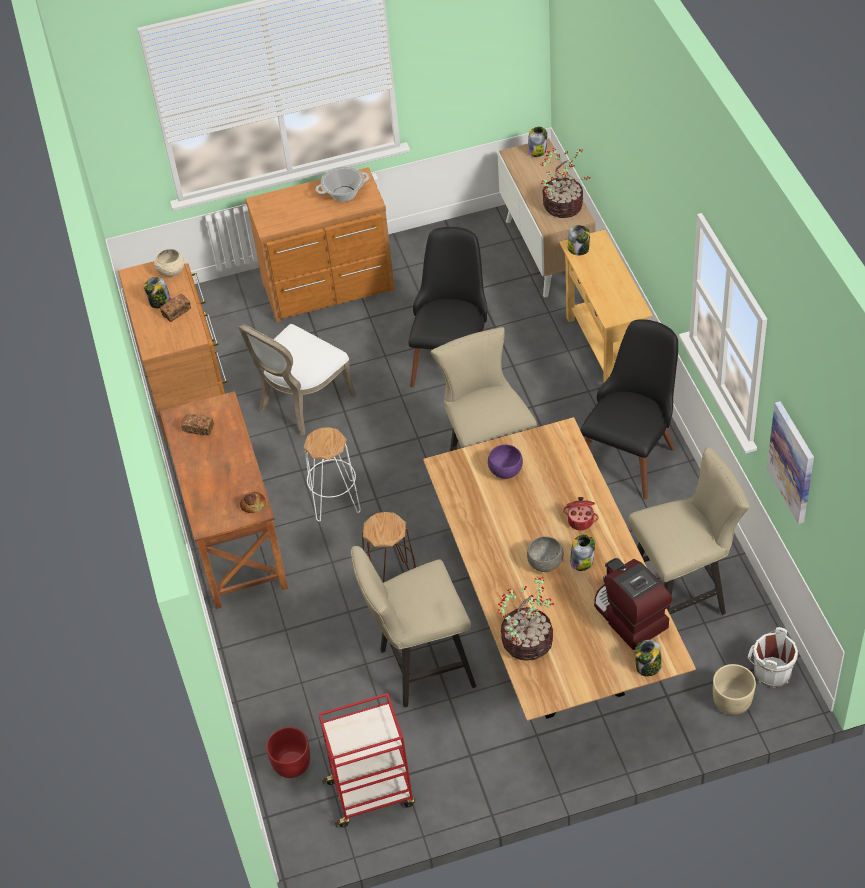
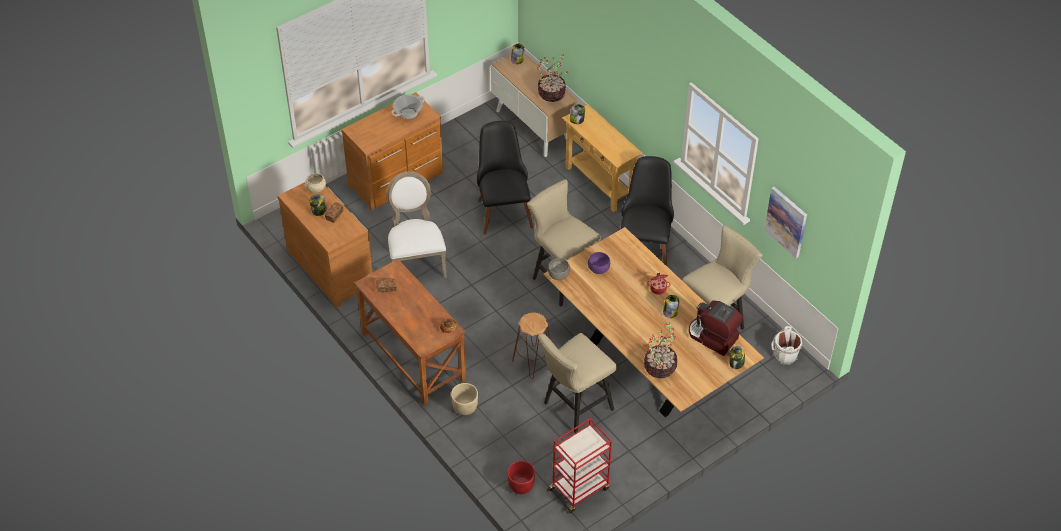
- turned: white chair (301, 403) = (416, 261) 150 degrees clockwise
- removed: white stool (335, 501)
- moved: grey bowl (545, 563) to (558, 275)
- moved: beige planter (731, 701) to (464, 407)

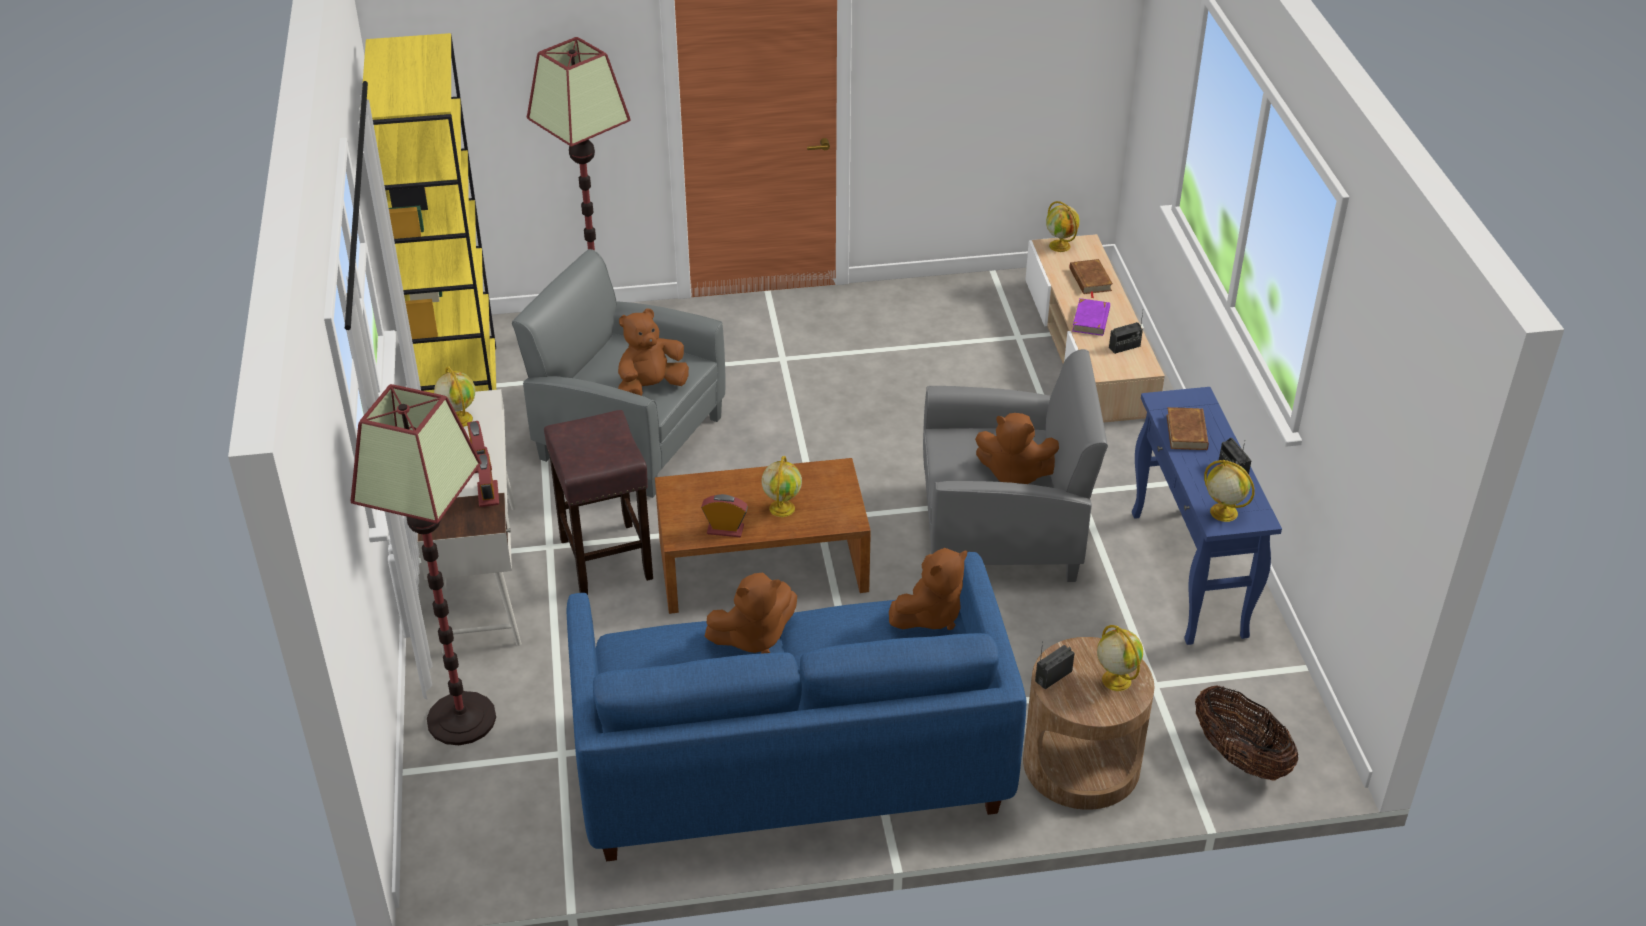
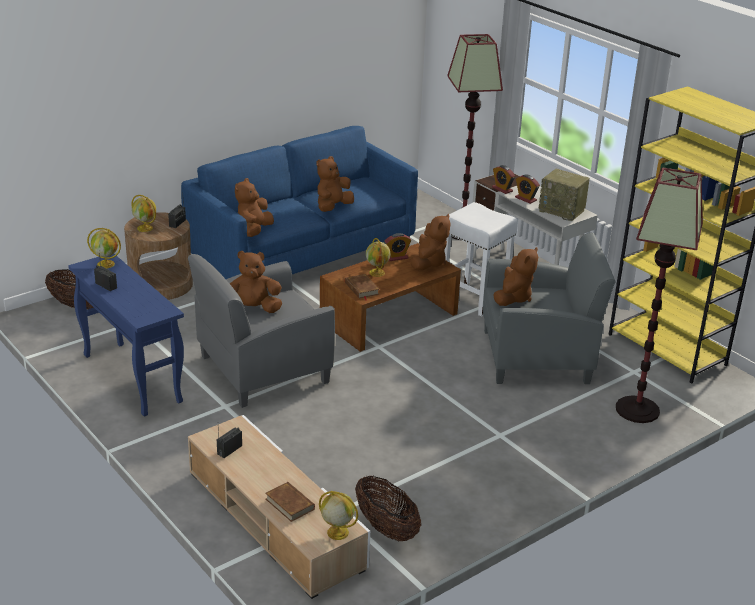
- removed: purple book (1091, 320)
- replaced: globe (459, 419) to radio (562, 211)
- moved: brown book (1187, 432) to (361, 289)
- recoloured: brown stool (607, 560) to white stool (472, 298)
- added: brown plush toy (428, 263)
- added: basket (386, 528)

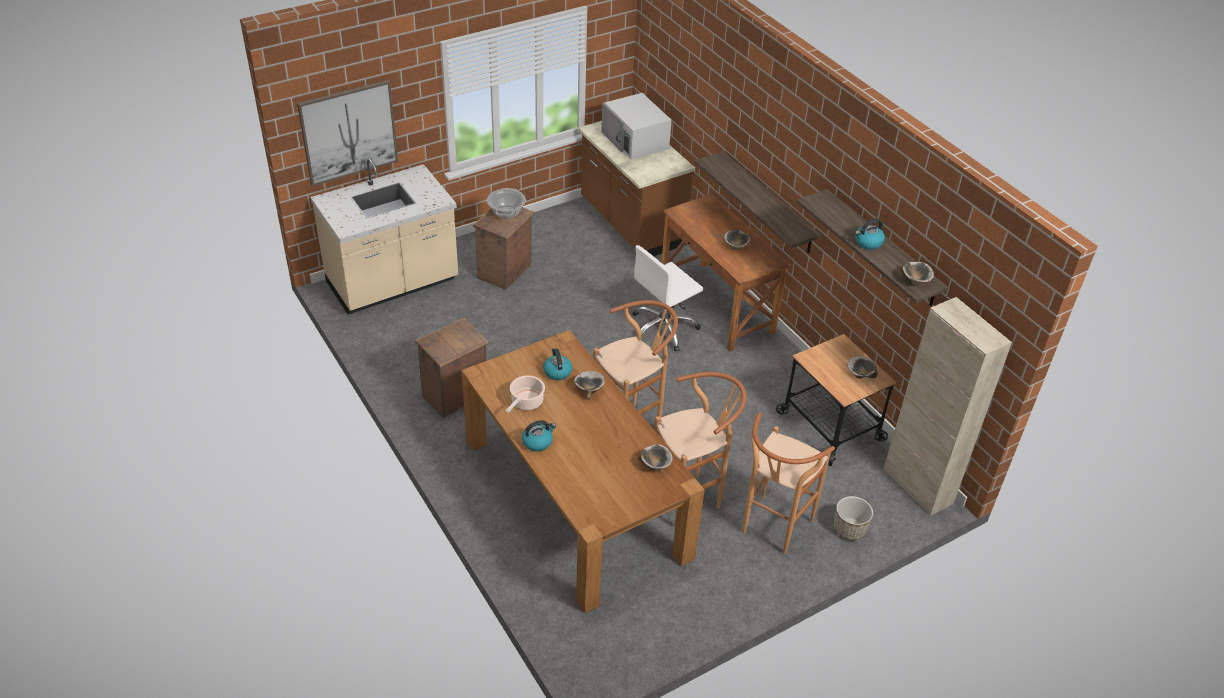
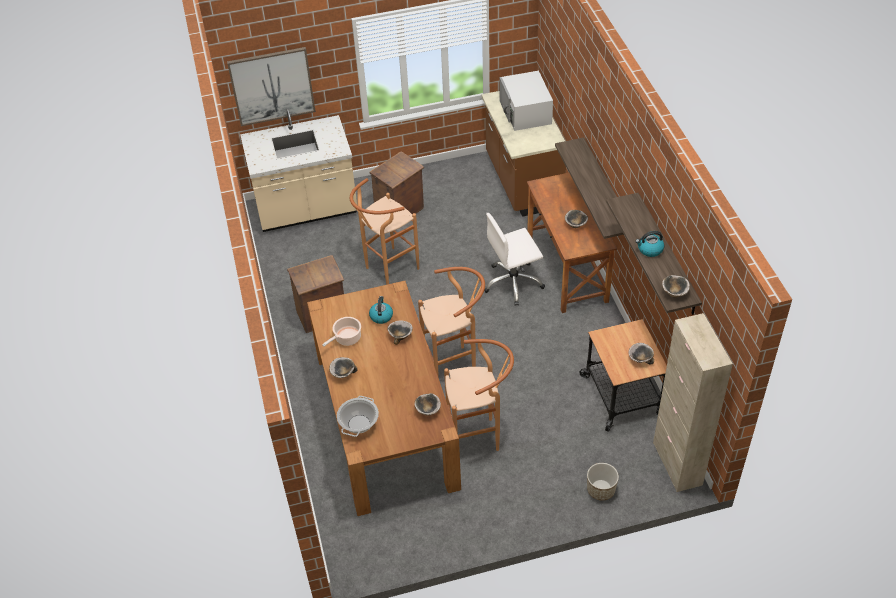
- moved: cooking pot (506, 212) to (359, 424)
- moved: brown stool (772, 530) to (387, 270)
- replaced: kettle (537, 442) to bowl (343, 373)

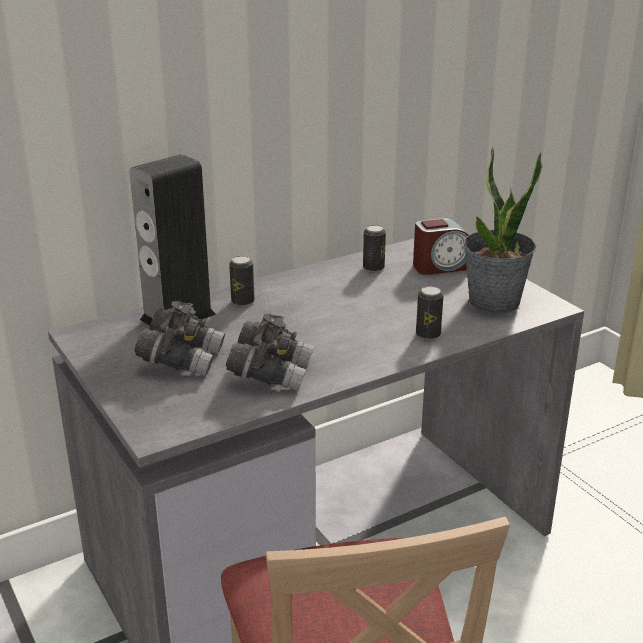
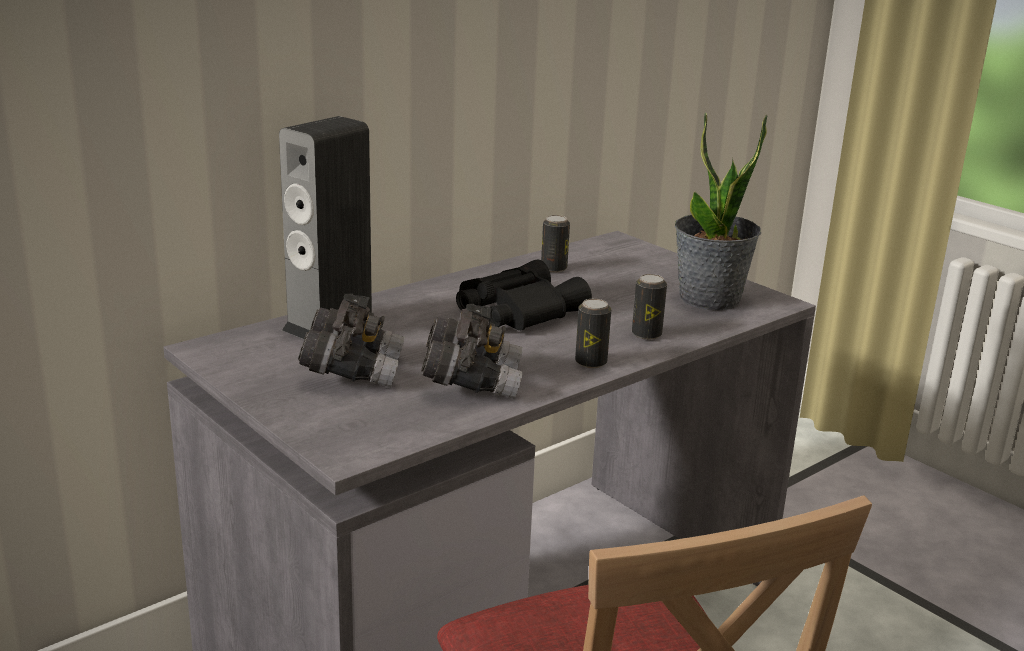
- removed: alarm clock (441, 267)
- moved: can (242, 301) to (591, 362)
- added: black binoculars (516, 310)

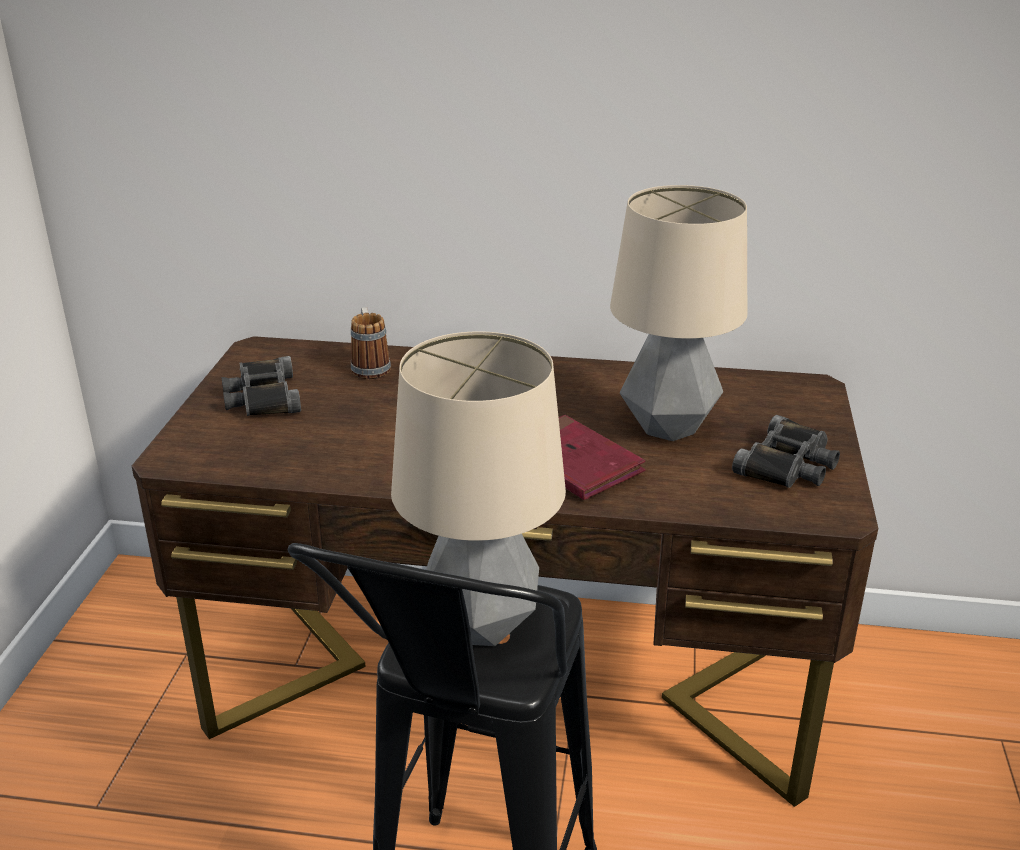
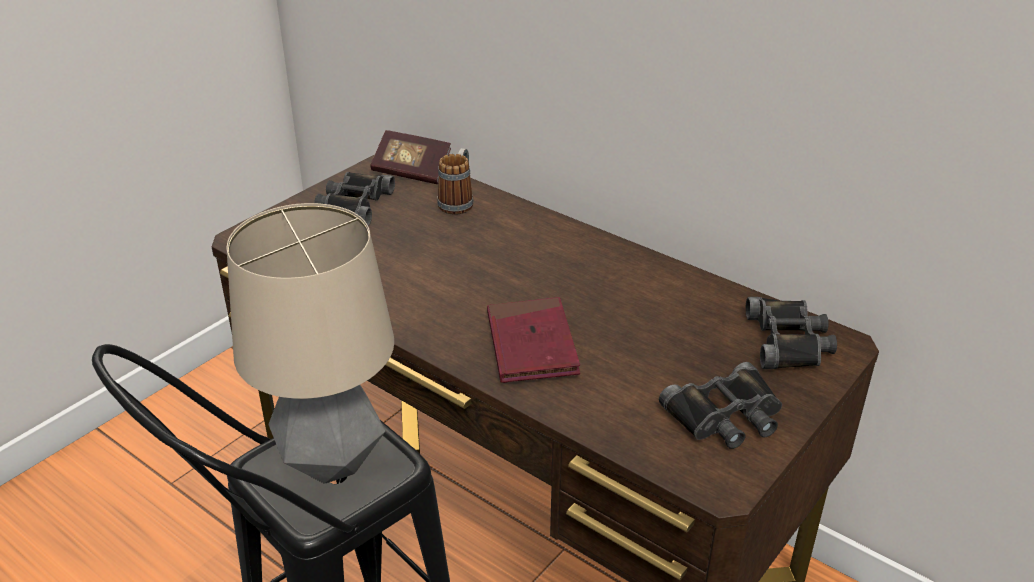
- removed: table lamp (668, 428)
- added: book (412, 171)
- added: black binoculars (789, 341)

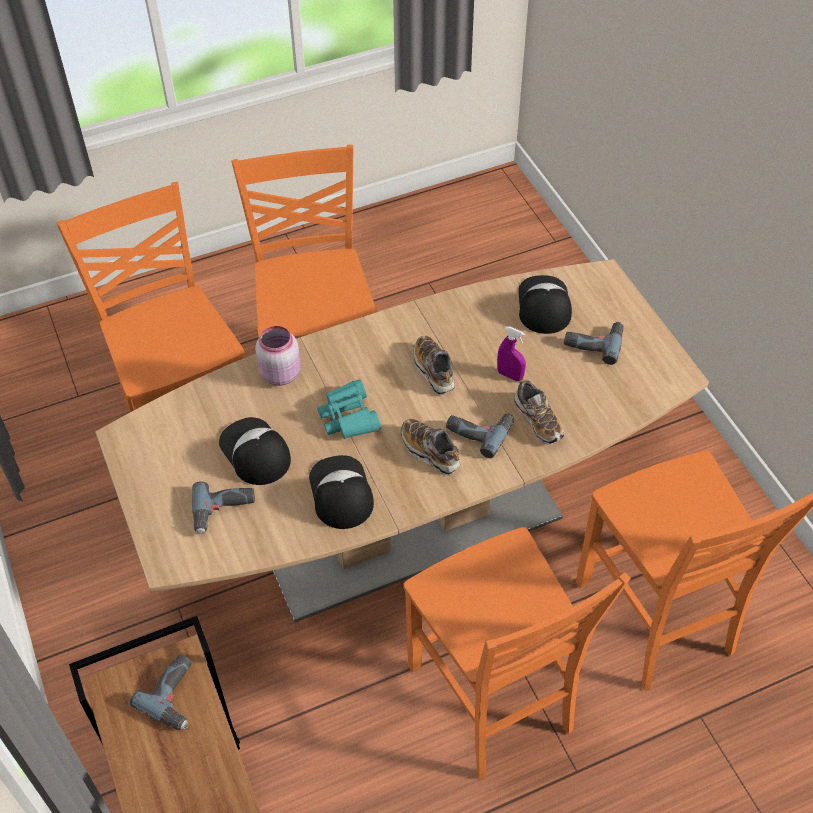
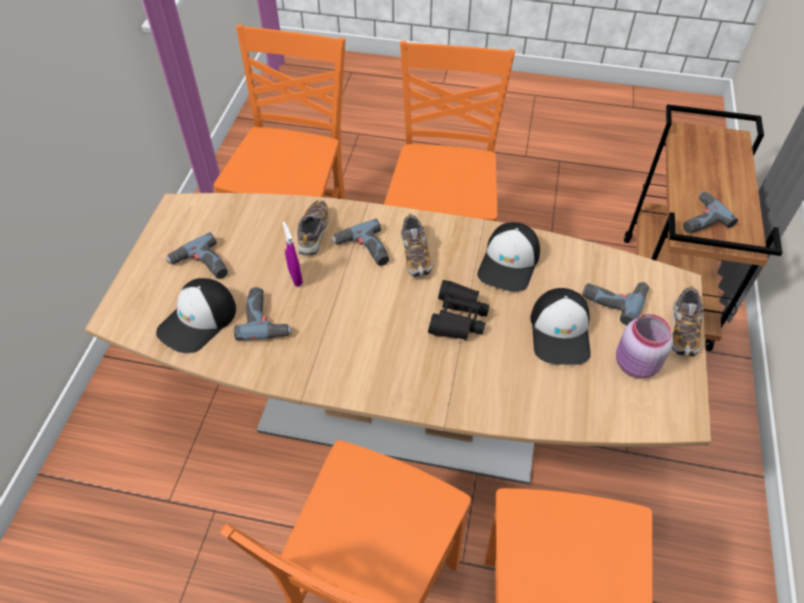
- moved: pink jar (280, 373) to (635, 365)
- moved: shoe (433, 371) to (683, 331)
- recoloured: turquoise binoculars (349, 417) to black binoculars (458, 318)
- added: power drill (266, 318)

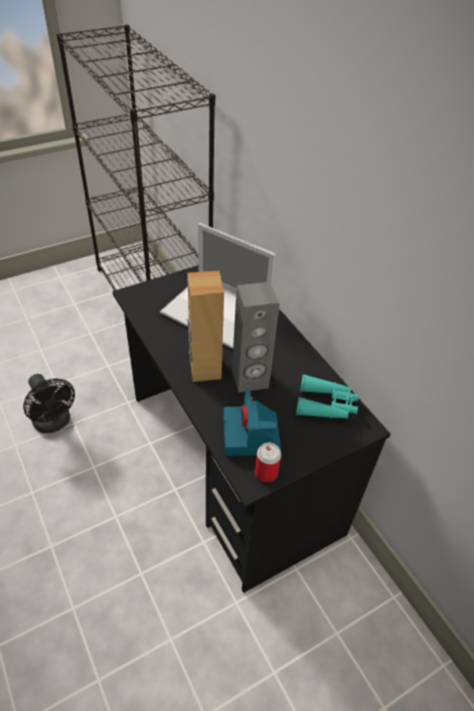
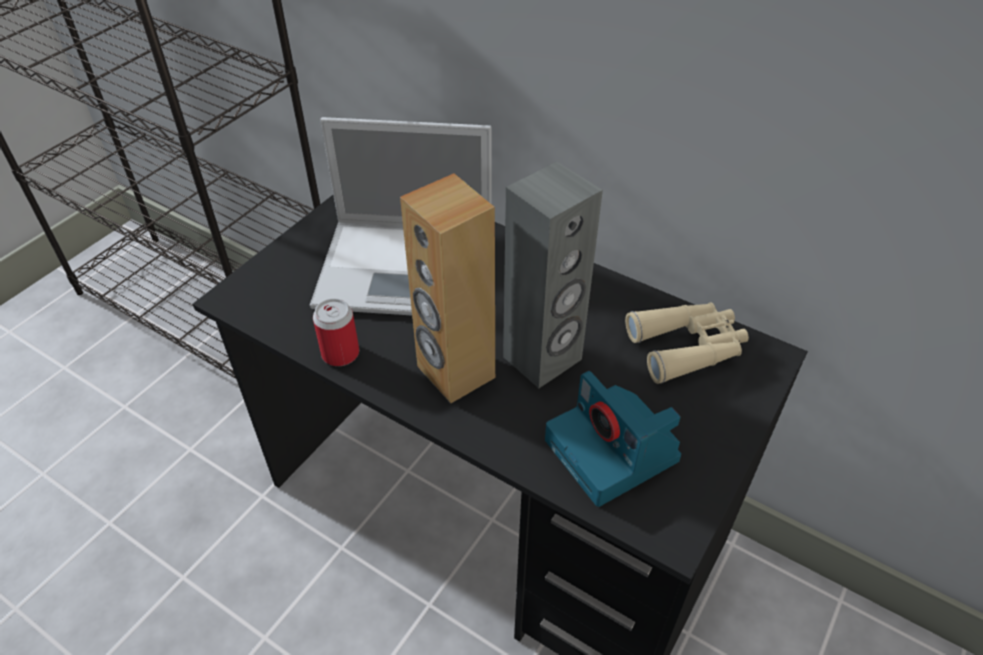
- removed: black fan (54, 423)
- recoloured: turquoise binoculars (326, 405) to beige binoculars (687, 347)
- moved: can (266, 472) to (340, 353)

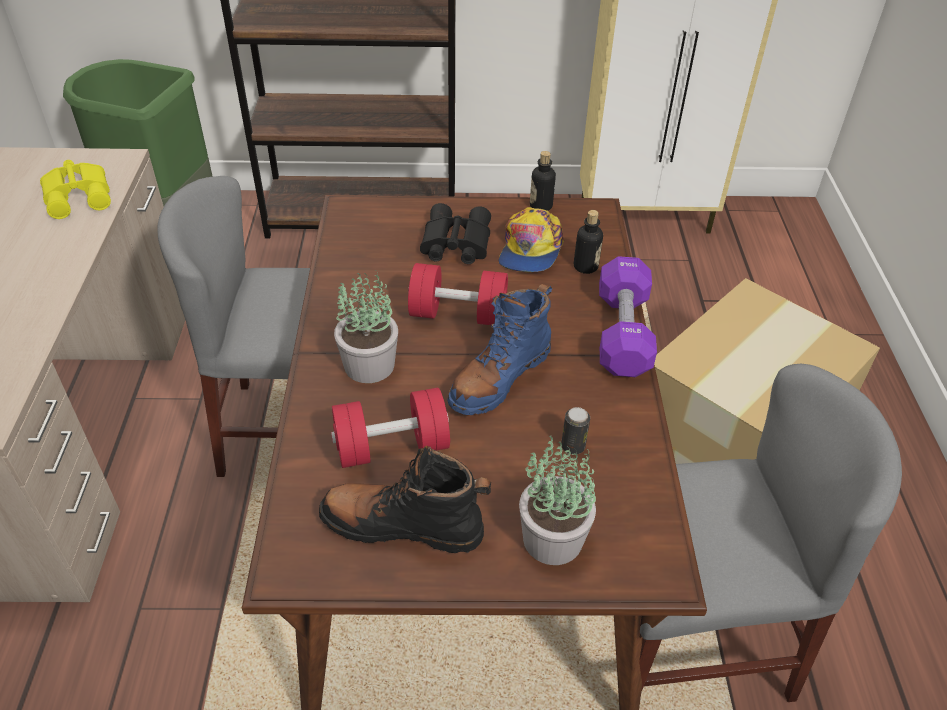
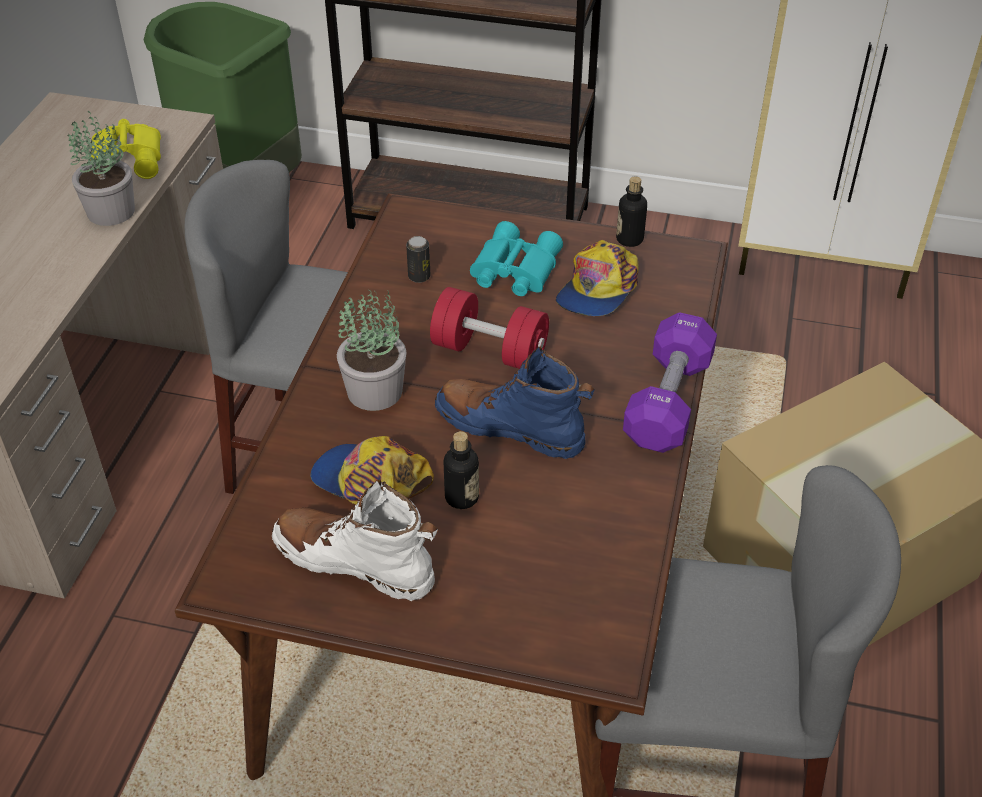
- recoloured: black binoculars (454, 244) to turquoise binoculars (513, 270)
- moved: bottle (585, 266) to (461, 497)
- turned: blue boot (499, 377) = (510, 427) 60 degrees clockwise
- replaced: red dumbbell (392, 447) to cap (370, 481)
- moved: can (573, 446) to (419, 276)
- moved: potted plant (551, 538) to (110, 211)
- recoloured: black boot (403, 525) to white boot (355, 562)

